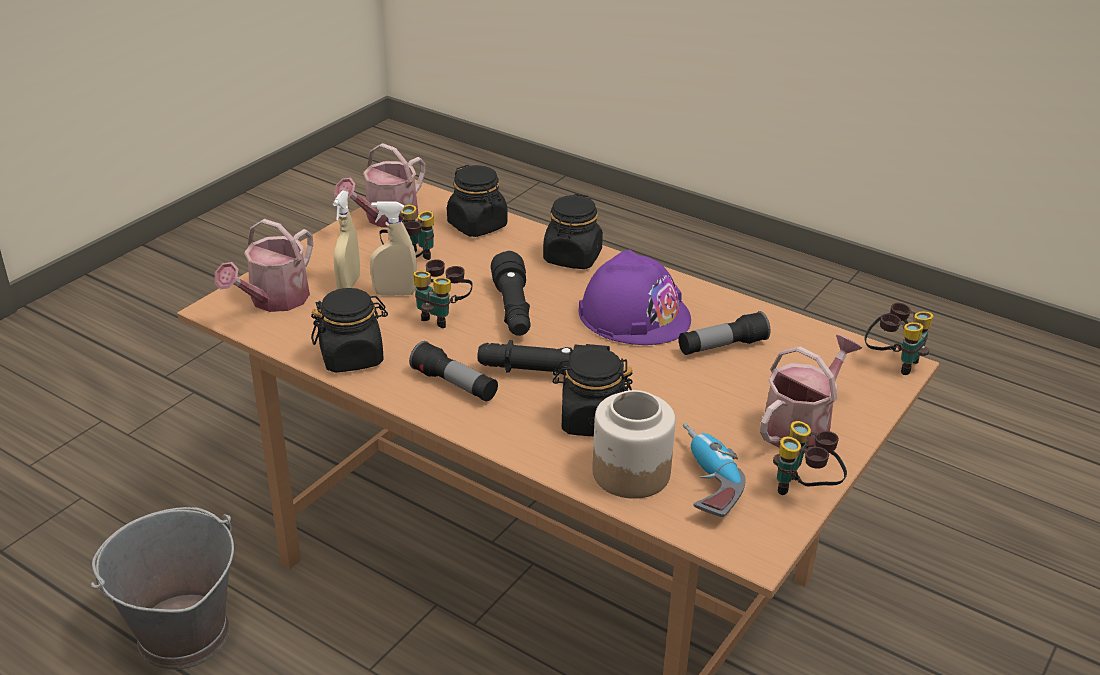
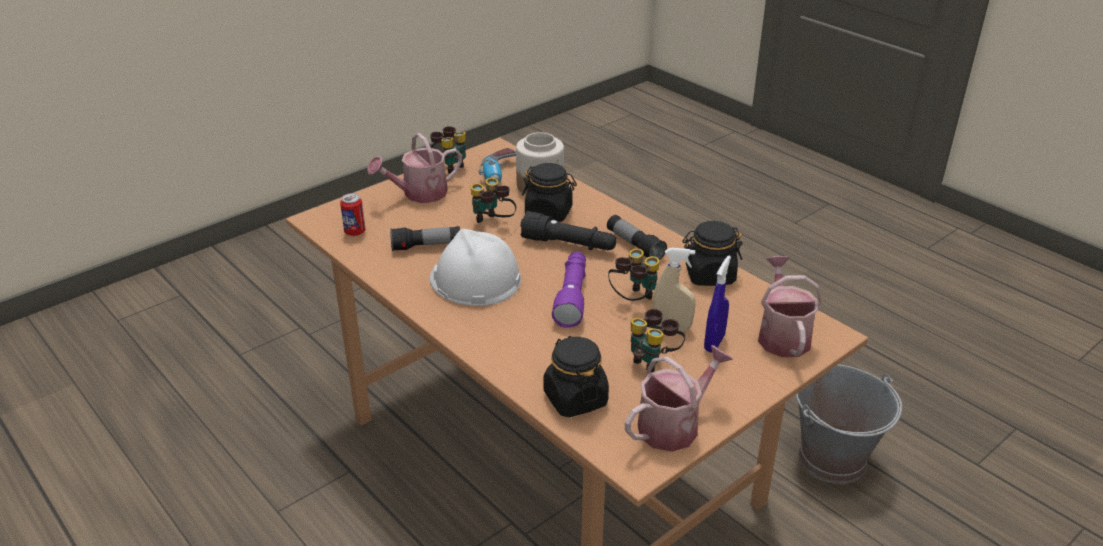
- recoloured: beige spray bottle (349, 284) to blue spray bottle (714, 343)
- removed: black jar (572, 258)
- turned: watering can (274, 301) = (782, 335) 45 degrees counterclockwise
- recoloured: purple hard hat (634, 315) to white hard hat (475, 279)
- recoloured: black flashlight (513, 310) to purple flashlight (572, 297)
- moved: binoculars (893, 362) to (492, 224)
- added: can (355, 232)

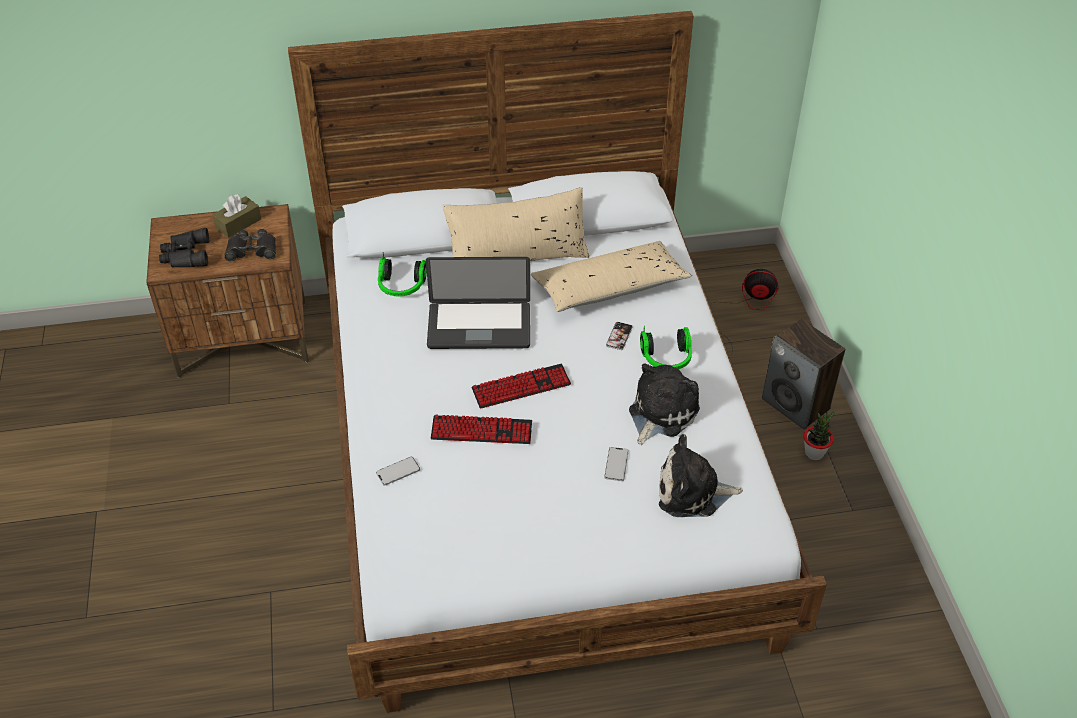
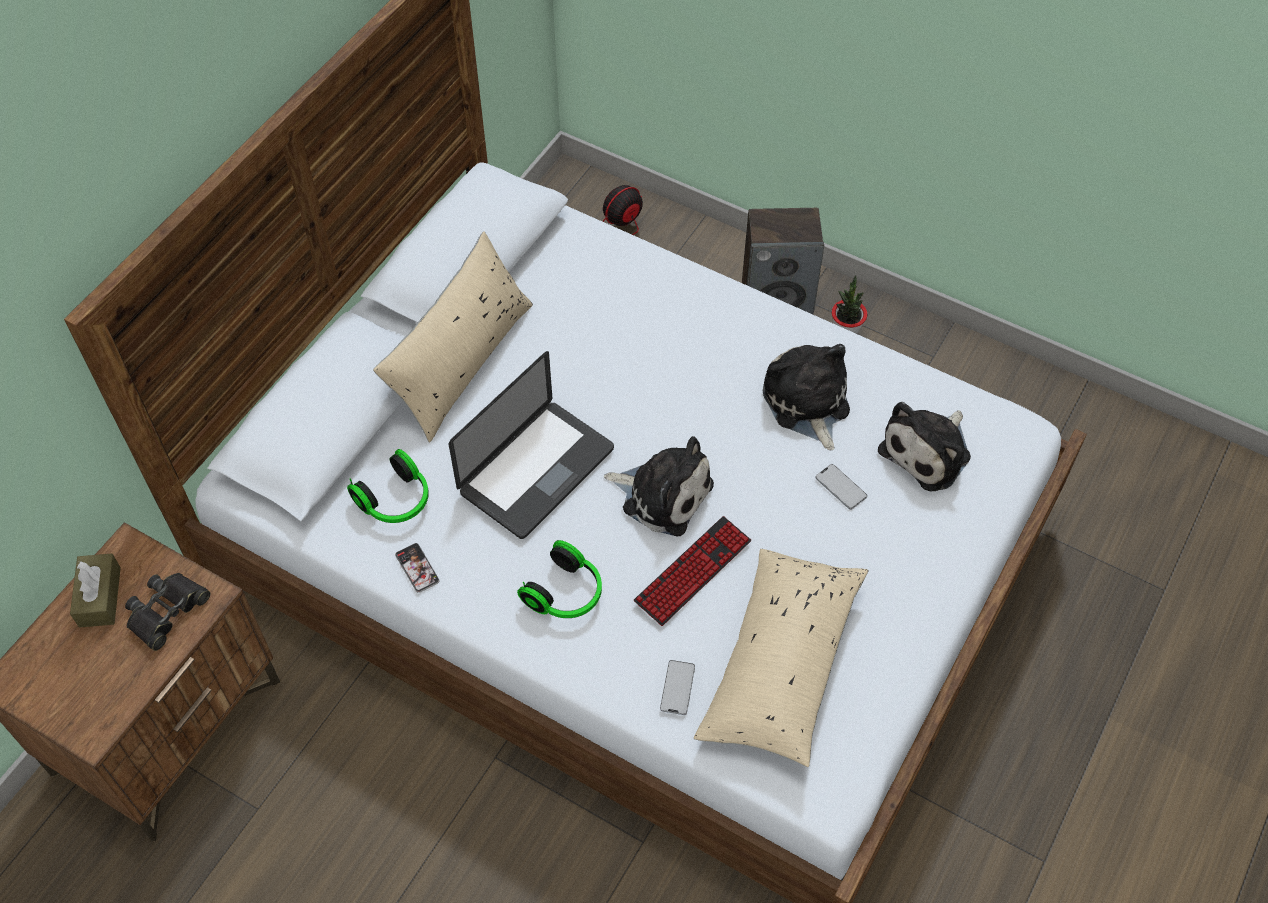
- removed: black binoculars (185, 255)
- moved: beige pillow (610, 288) to (781, 664)
- moved: phone (619, 336) to (417, 568)
- moved: headphones (666, 359) to (566, 594)
- replaced: keyboard (521, 387) to plush toy (662, 494)

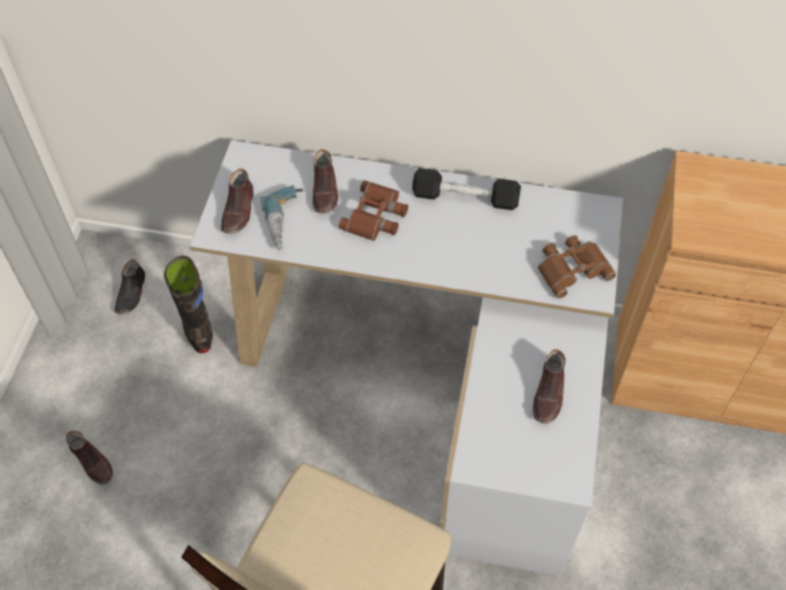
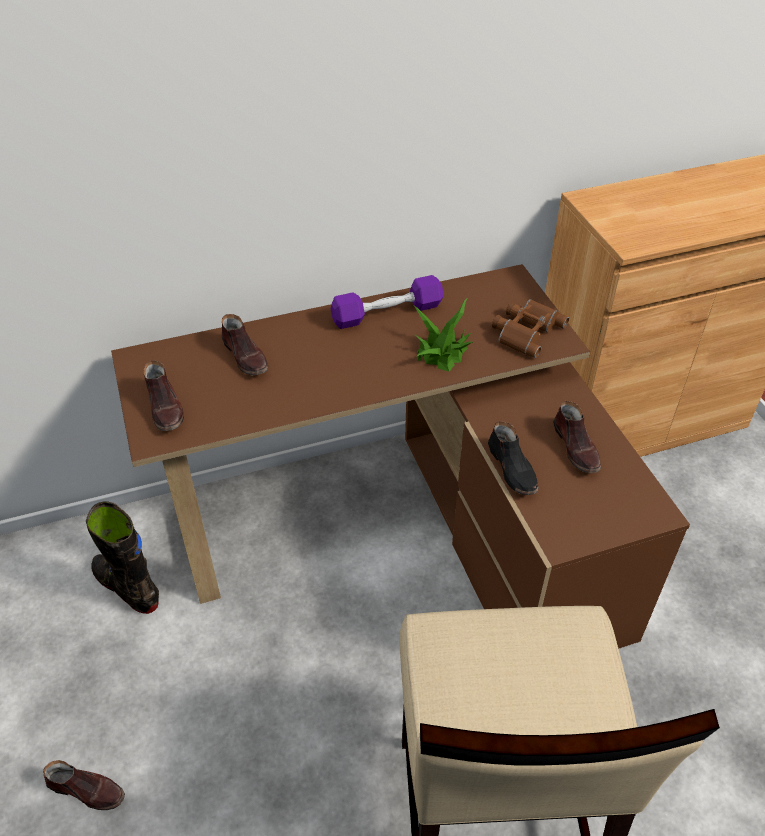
- recoloured: white desk (436, 379) to brown desk (406, 526)
- recoloured: black dumbbell (465, 198) to purple dumbbell (387, 313)
- removed: brown binoculars (376, 216)
- removed: power drill (287, 222)
- moved: black shoe (131, 293) to (513, 469)
- added: potted plant (443, 351)

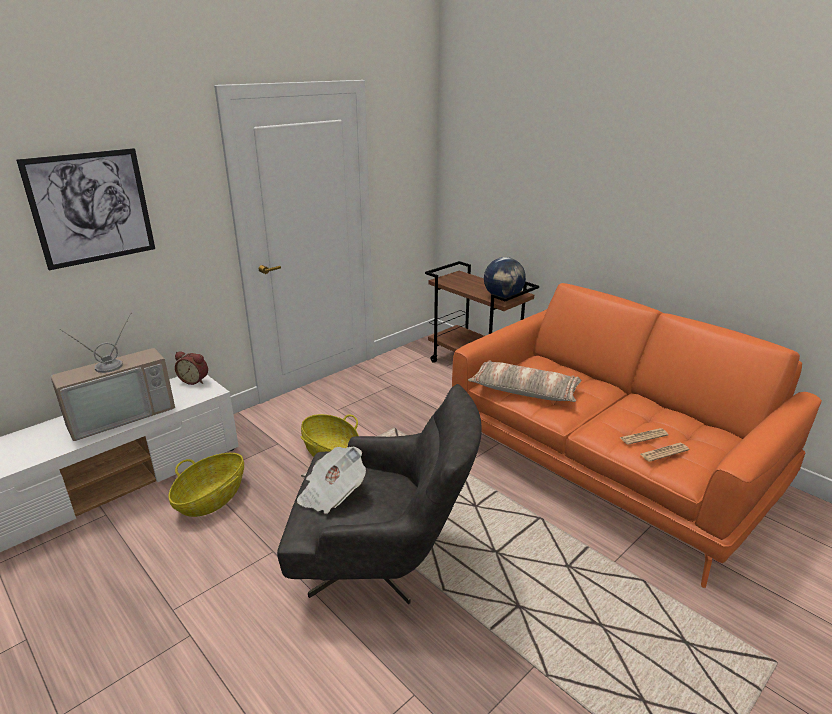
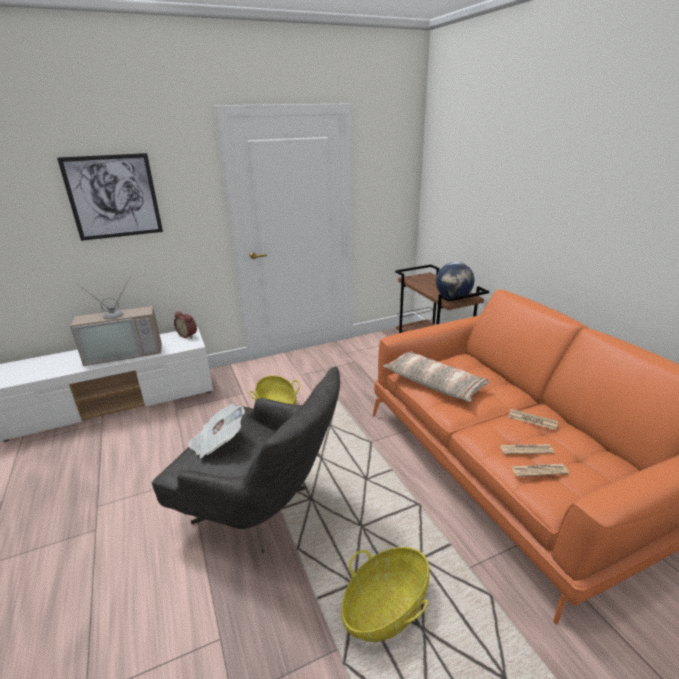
- moved: basket (211, 498) to (385, 607)
- added: newspaper (532, 420)

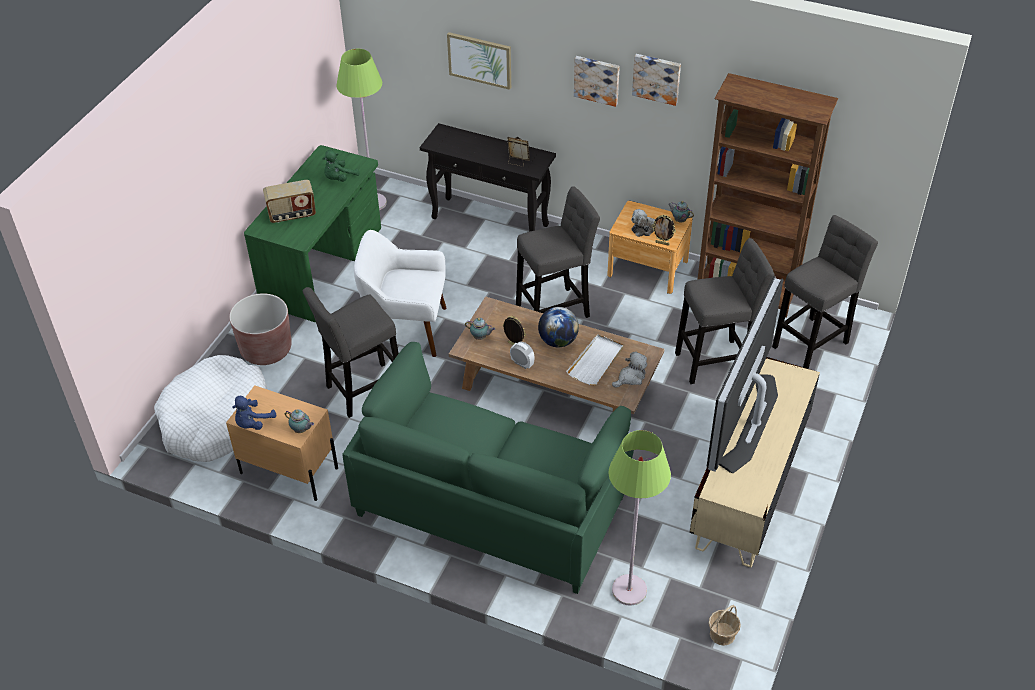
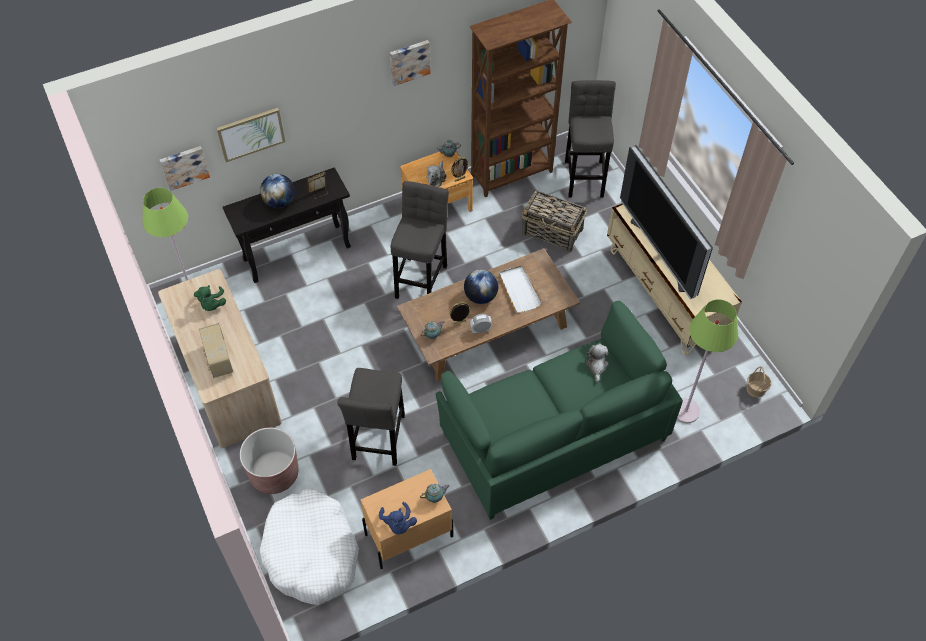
- moved: picture (597, 79) to (184, 166)
- recoloured: green desk (323, 266) to beige desk (228, 381)
- turned: radio (292, 215) = (218, 359) 135 degrees clockwise
- removed: white armchair (405, 329)
- replaced: grey stool (716, 361) to basket (552, 232)
- moved: plush toy (630, 377) to (596, 365)
- added: globe (280, 202)

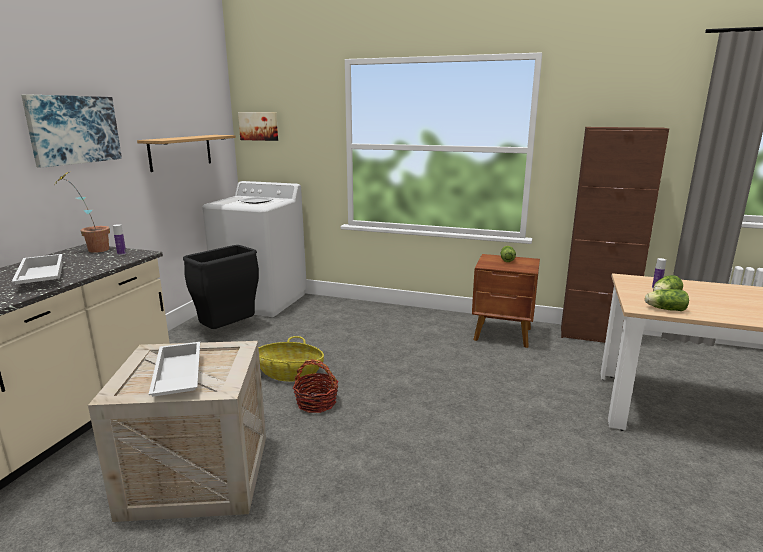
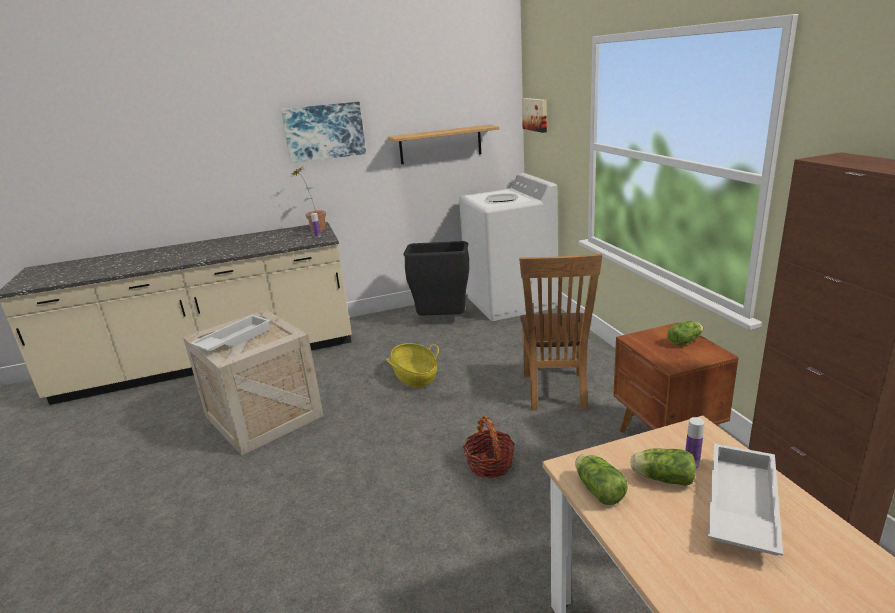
- moved: white tray (40, 277) to (739, 505)
- moved: basket (316, 402) to (490, 464)
- added: brown chair (555, 393)

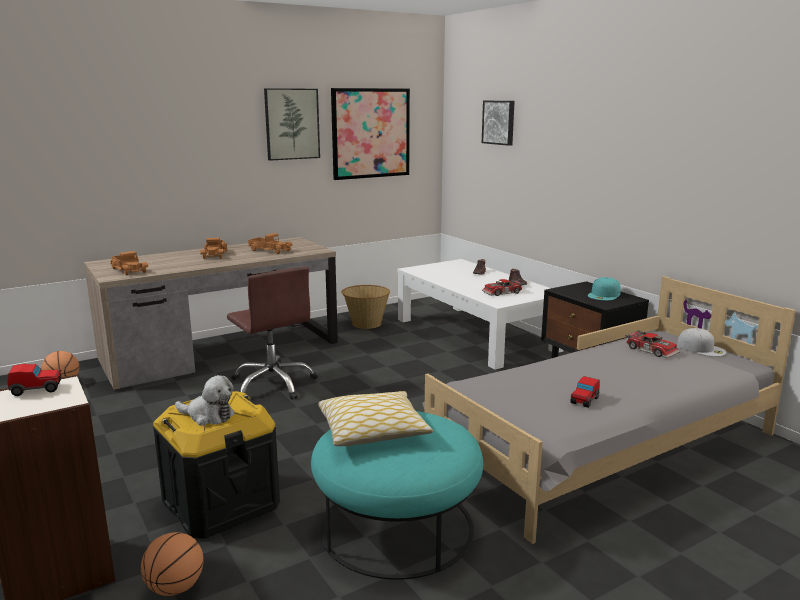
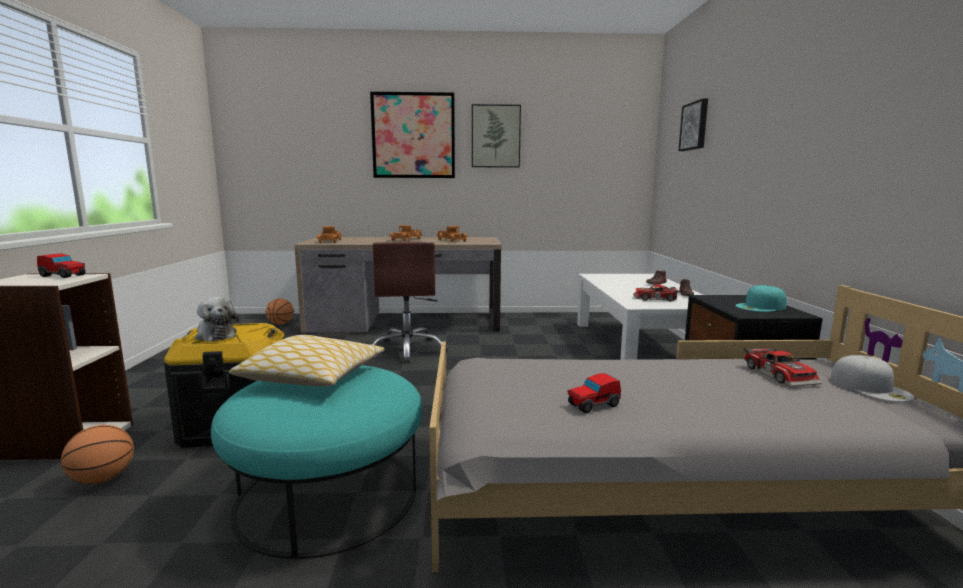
- moved: picture (371, 133) to (413, 136)
- removed: basket (366, 324)

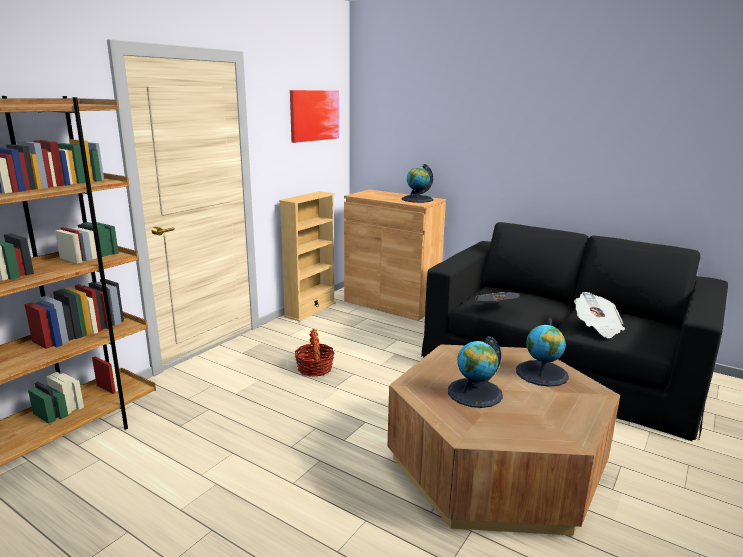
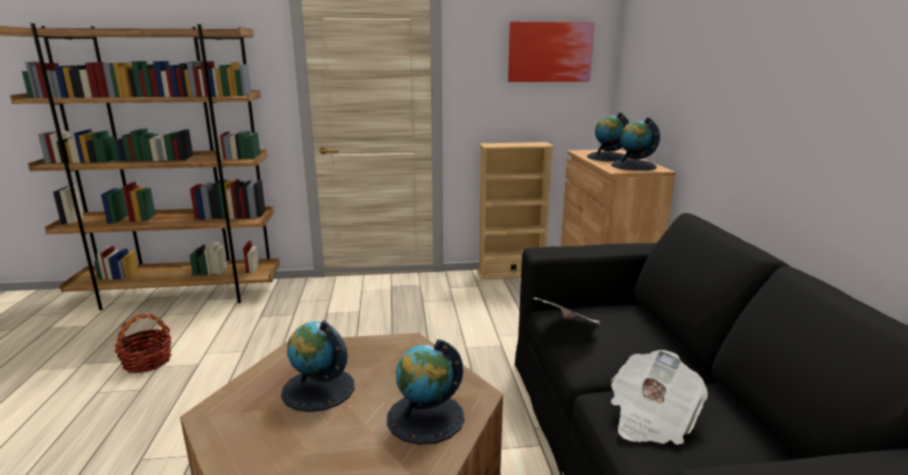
- moved: basket (315, 369) to (147, 362)
- added: globe (607, 157)

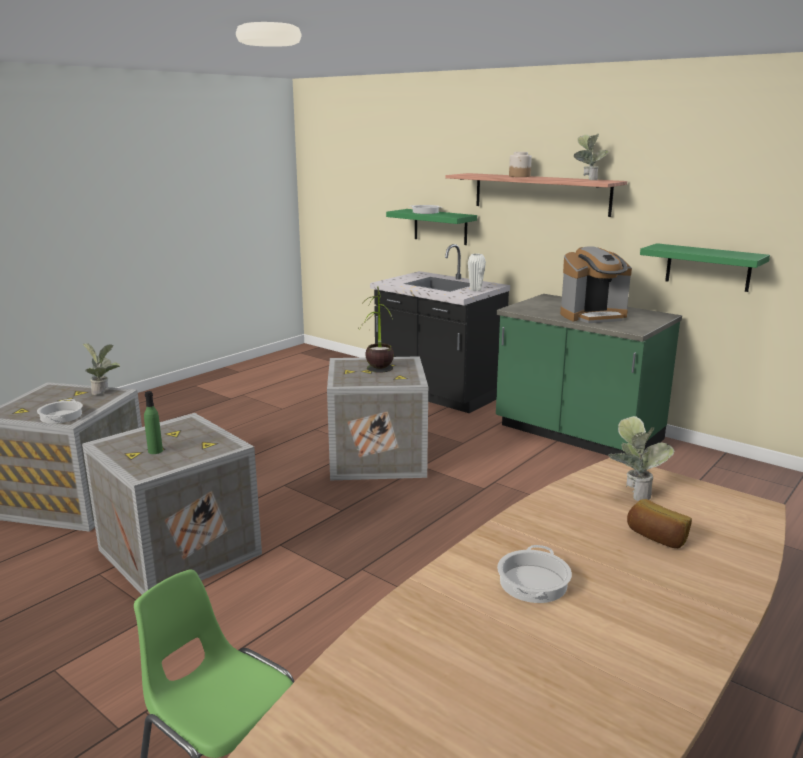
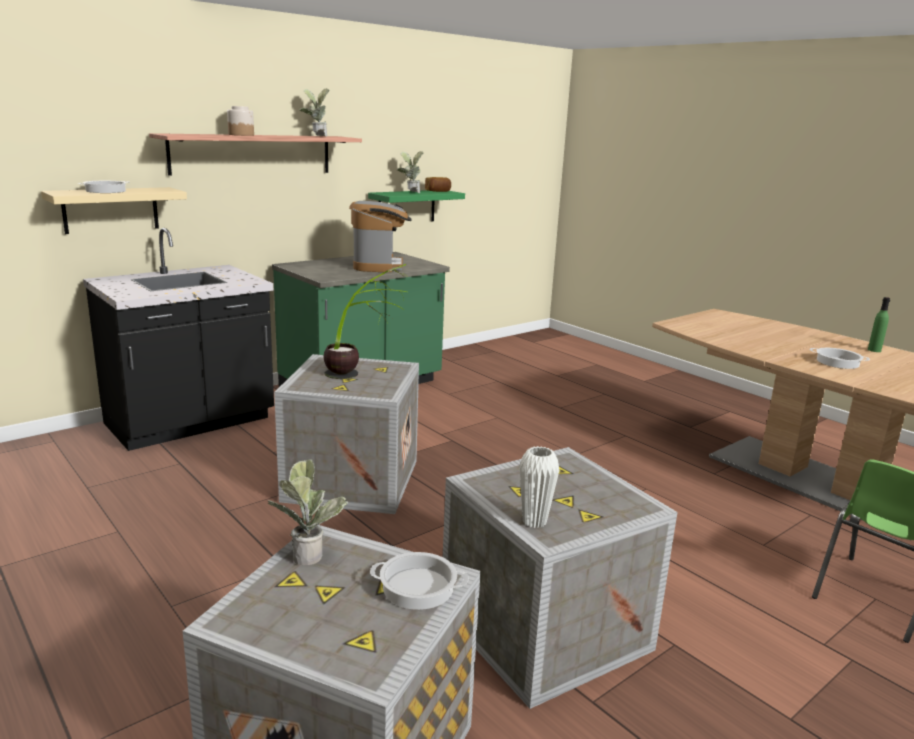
- recoloured: green shelf (440, 227) to beige shelf (111, 210)
- moved: white vase (475, 290) to (534, 521)
- moved: green bottle (155, 451) to (874, 350)
- moved: potted plant (634, 493) to (410, 192)
- moved: bread (657, 537) to (438, 191)

